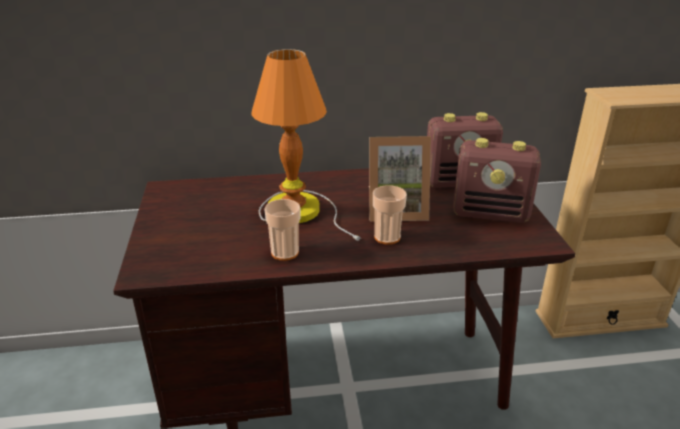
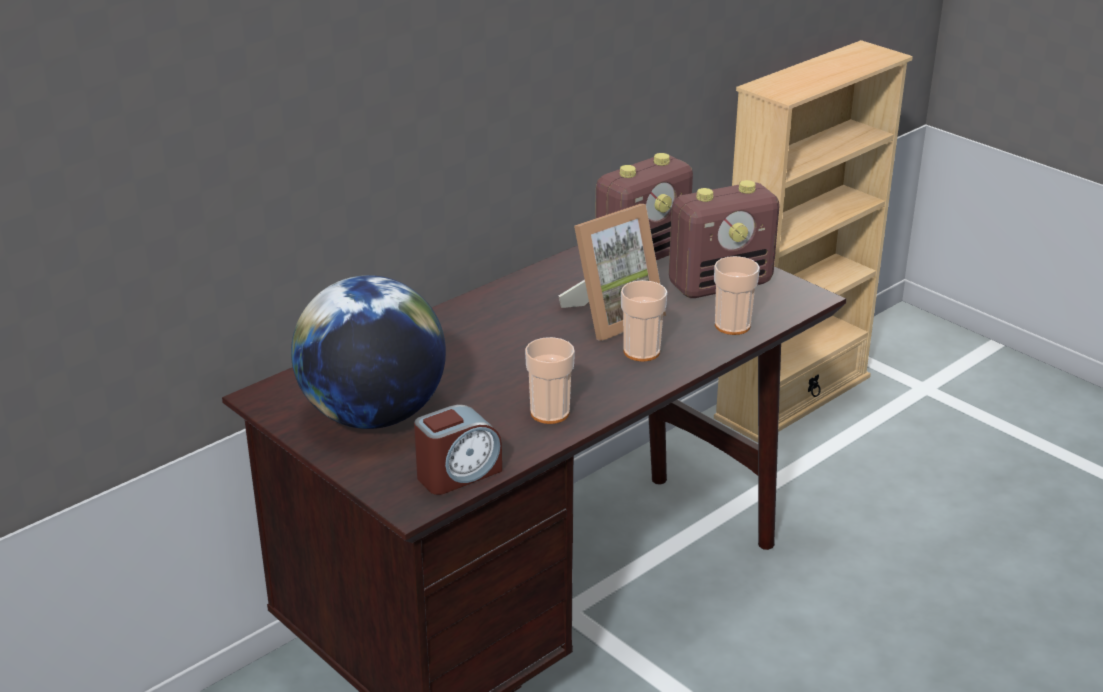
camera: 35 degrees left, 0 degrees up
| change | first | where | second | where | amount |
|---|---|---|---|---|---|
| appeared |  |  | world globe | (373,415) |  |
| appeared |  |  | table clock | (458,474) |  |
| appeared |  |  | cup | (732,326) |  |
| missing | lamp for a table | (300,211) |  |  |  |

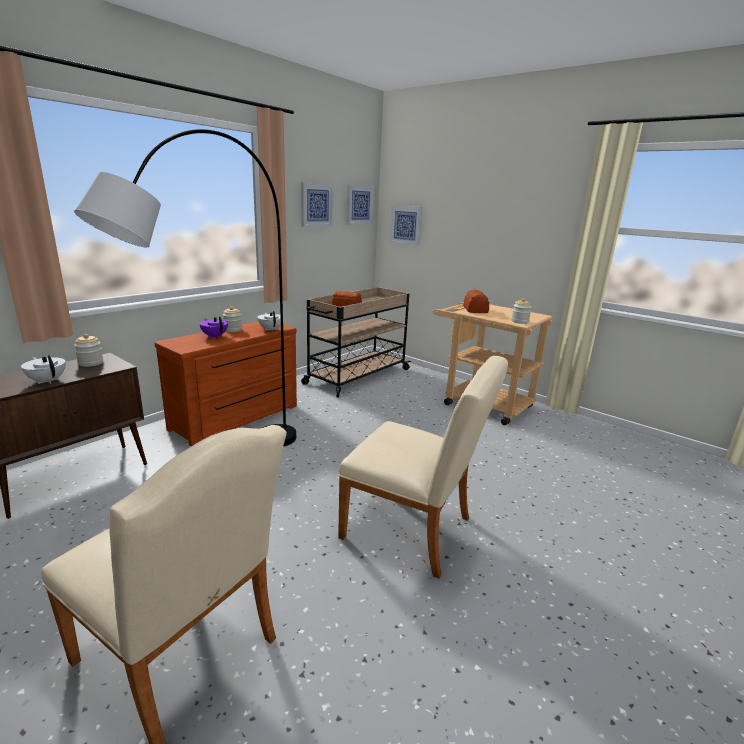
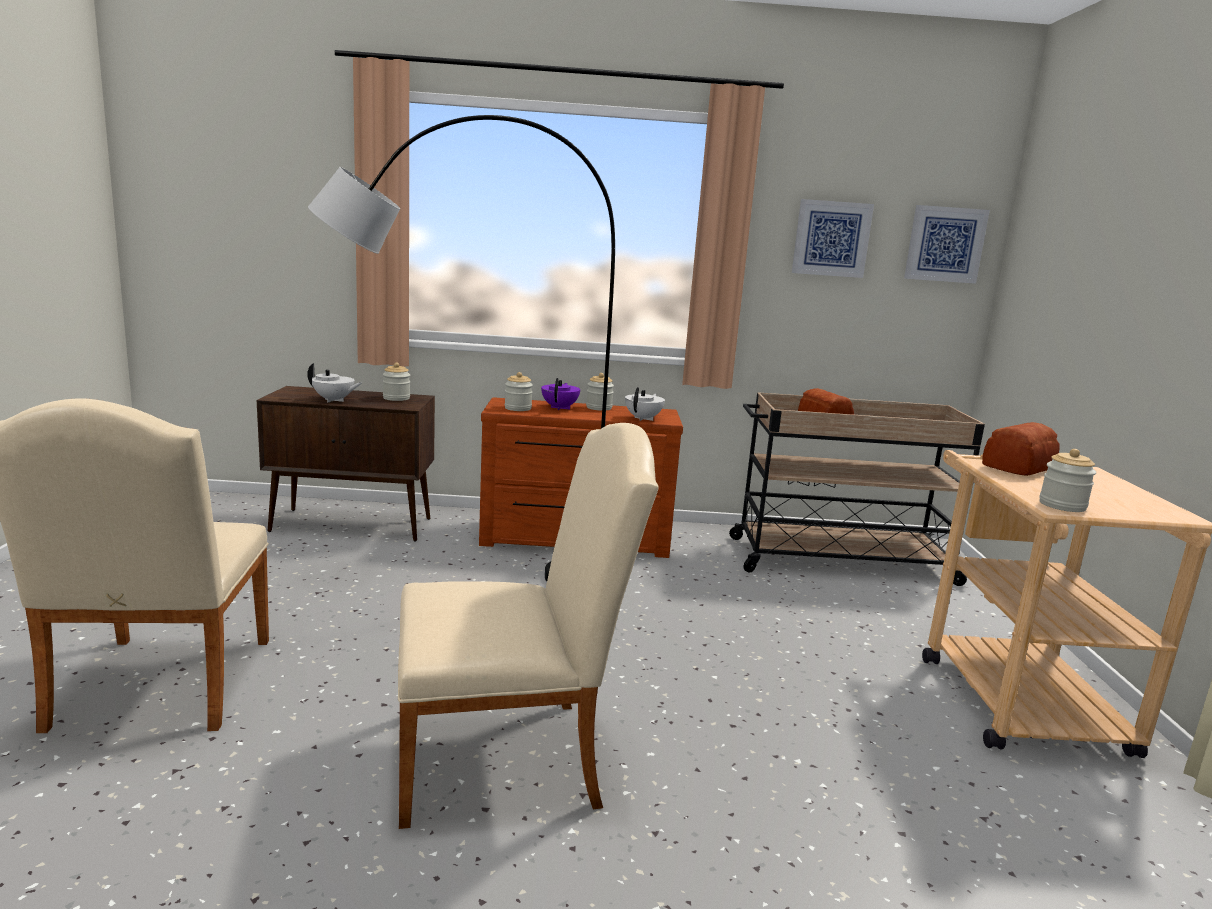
camera: 50 degrees right, 5 degrees down
| change | first | where | second | where | amount |
|---|---|---|---|---|---|
| spun | white tea pot | (47,381) |  | (334,400) | 105 degrees clockwise |
| spun | beige-coloured upright chair | (415,531) |  | (512,757) | 90 degrees counterclockwise |
| appeared |  |  | storage jar | (518,408) |  |
| missing | picture | (406,225) |  |  |  |

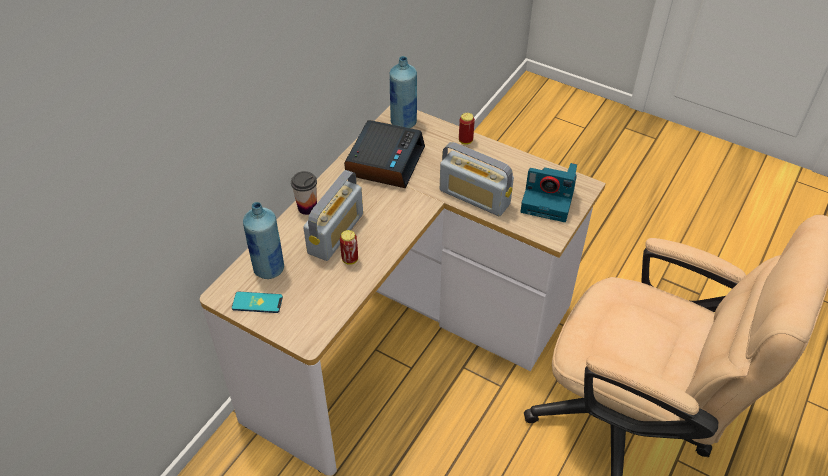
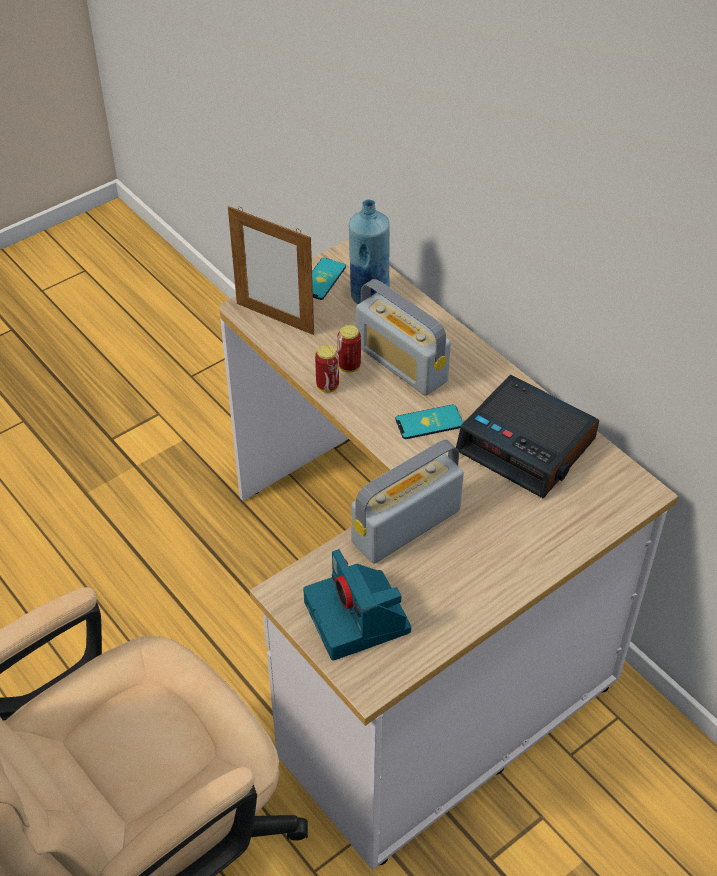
camera: 110 degrees right, 0 degrees up
| change | first | where | second | where | amount |
|---|---|---|---|---|---|
| appeared |  |  | standing frame | (275,318) |  |
| spun | still camera | (549,200) |  | (359,618) | 60 degrees counterclockwise |
| relocated | sealed can | (465,141) |  | (327,386) |  |
| appeared |  |  | telephone | (429,422) |  |
| missing | cup | (307,207) |  |  |  |
| missing | bluish beverage bottle | (403,122) |  |  |  |

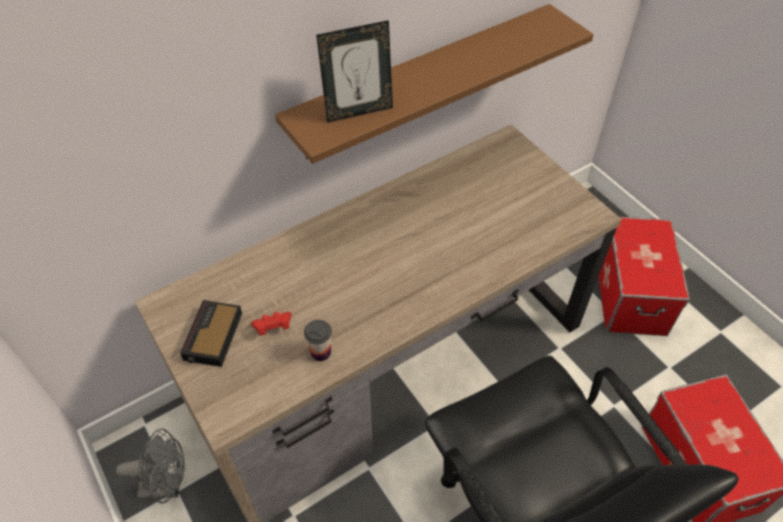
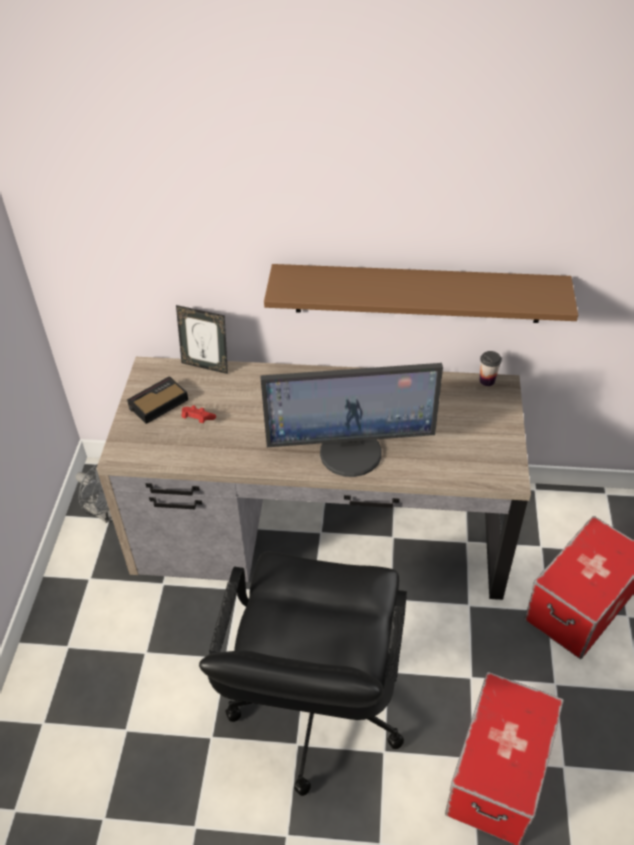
camera: 40 degrees right, 5 degrees down
| change | first | where | second | where | amount |
|---|---|---|---|---|---|
| relocated | standing frame | (358,111) |  | (206,365) |  |
| appeared |  |  | computer screen | (351,451) |  |
| relocated | cup | (320,352) |  | (487,380) |  |

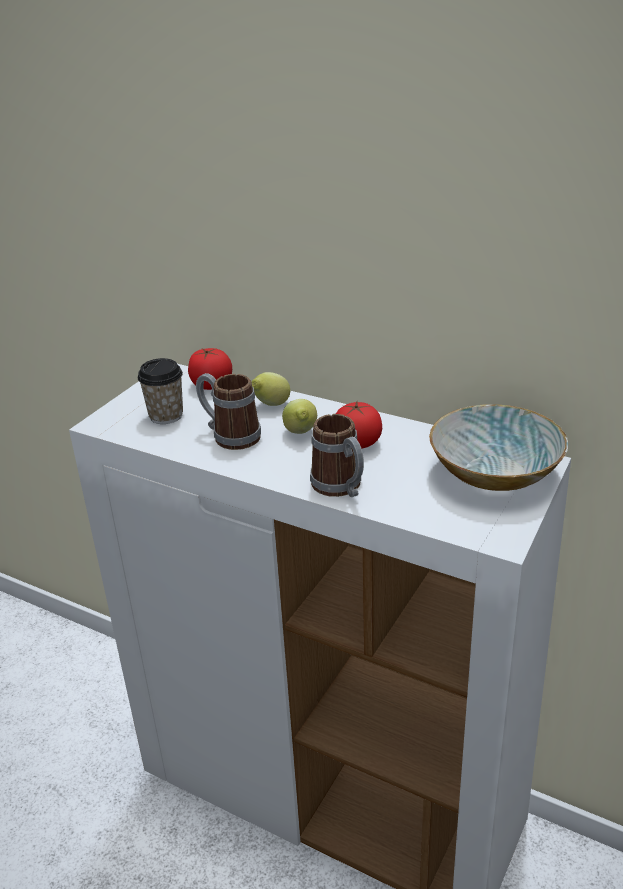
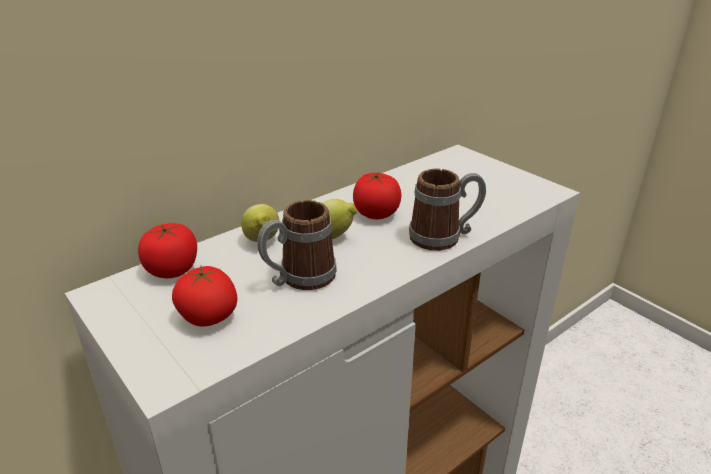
camera: 70 degrees left, 0 degrees up
| change | first | where | second | where | amount |
|---|---|---|---|---|---|
| exchanged | cup | (166,416) | tomato | (209,317) |  |
| missing | deep dish | (496,473) |  |  |  |

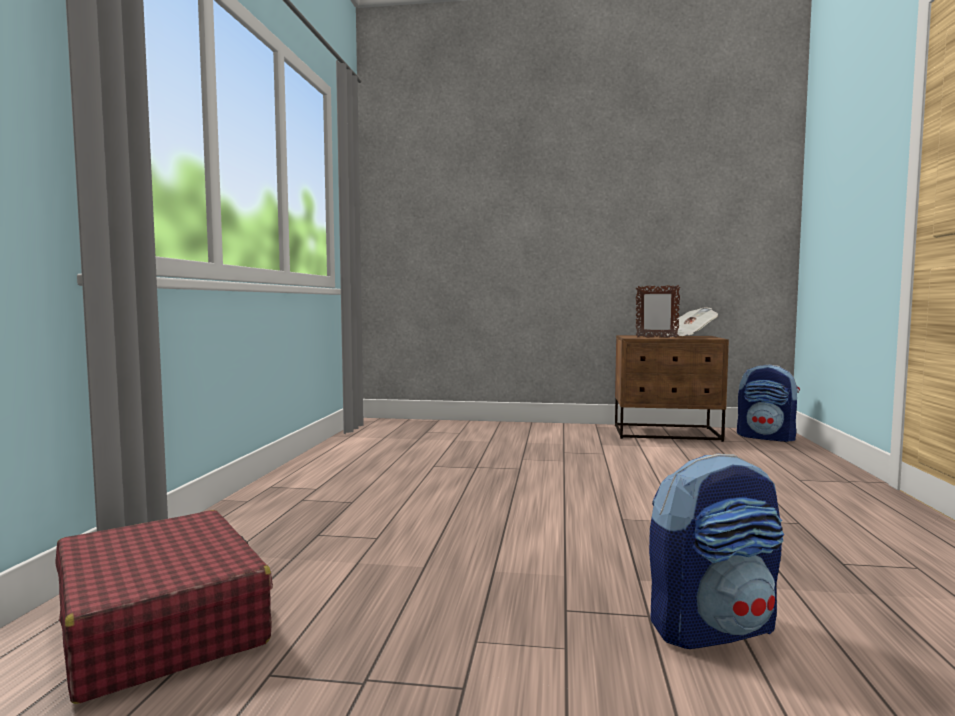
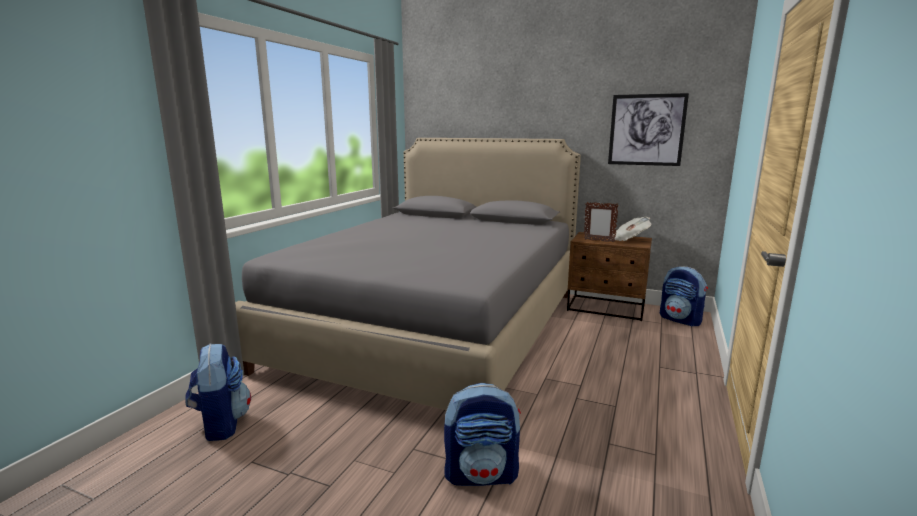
camera: 15 degrees right, 10 degrees up
| change | first | where | second | where | amount |
|---|---|---|---|---|---|
| exchanged | red-coloured piece of luggage | (161,624) | knapsack | (221,424) |  |
| appeared |  |  | gray bed | (435,328) |  |
| appeared |  |  | picture | (646,130) |  |

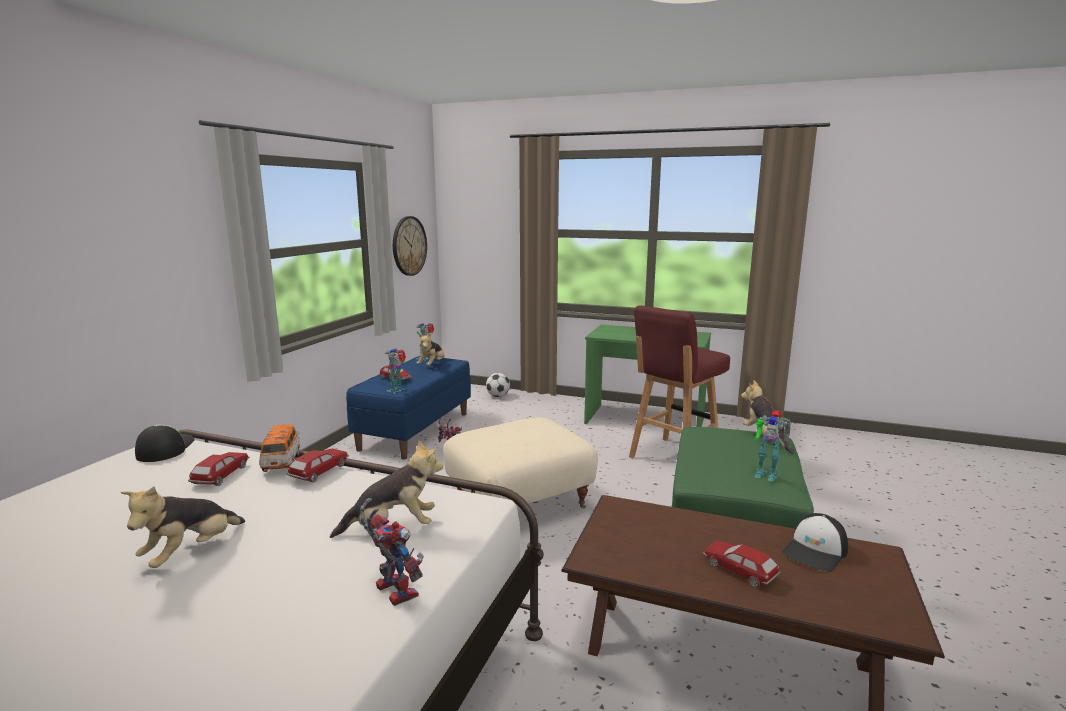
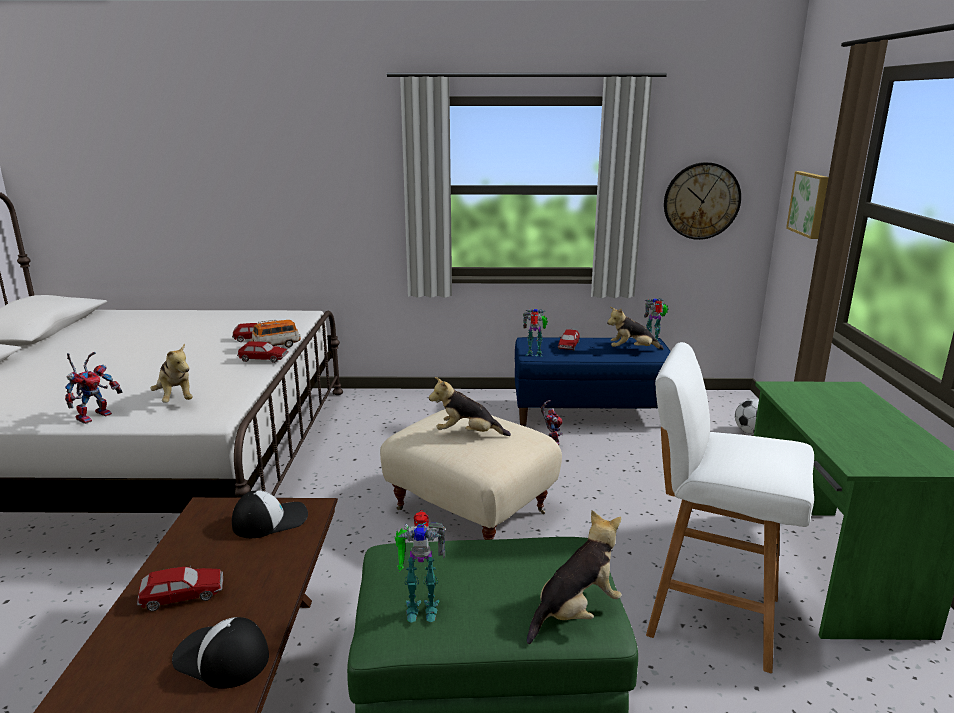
camera: 70 degrees right, 5 degrees up
| change | first | where | second | where | amount |
|---|---|---|---|---|---|
| spun | miniature car | (739,570) |  | (182,595) | 45 degrees clockwise |
| relocated | cap | (165,449) |  | (270,520) |  |
| spun | toy robot | (765,473) |  | (420,607) | 105 degrees counterclockwise |
| relocated | plush toy | (191,552) |  | (468,434) |  |
| colour | red-coloured sitting stool | (673,457) | white sitting stool | (709,614) |  |
| appeared |  |  | picture | (809,204) |  |

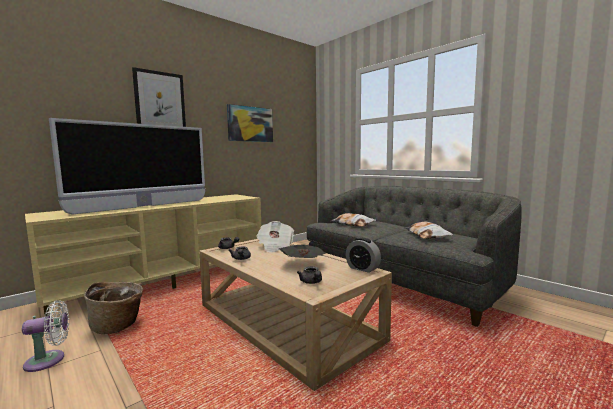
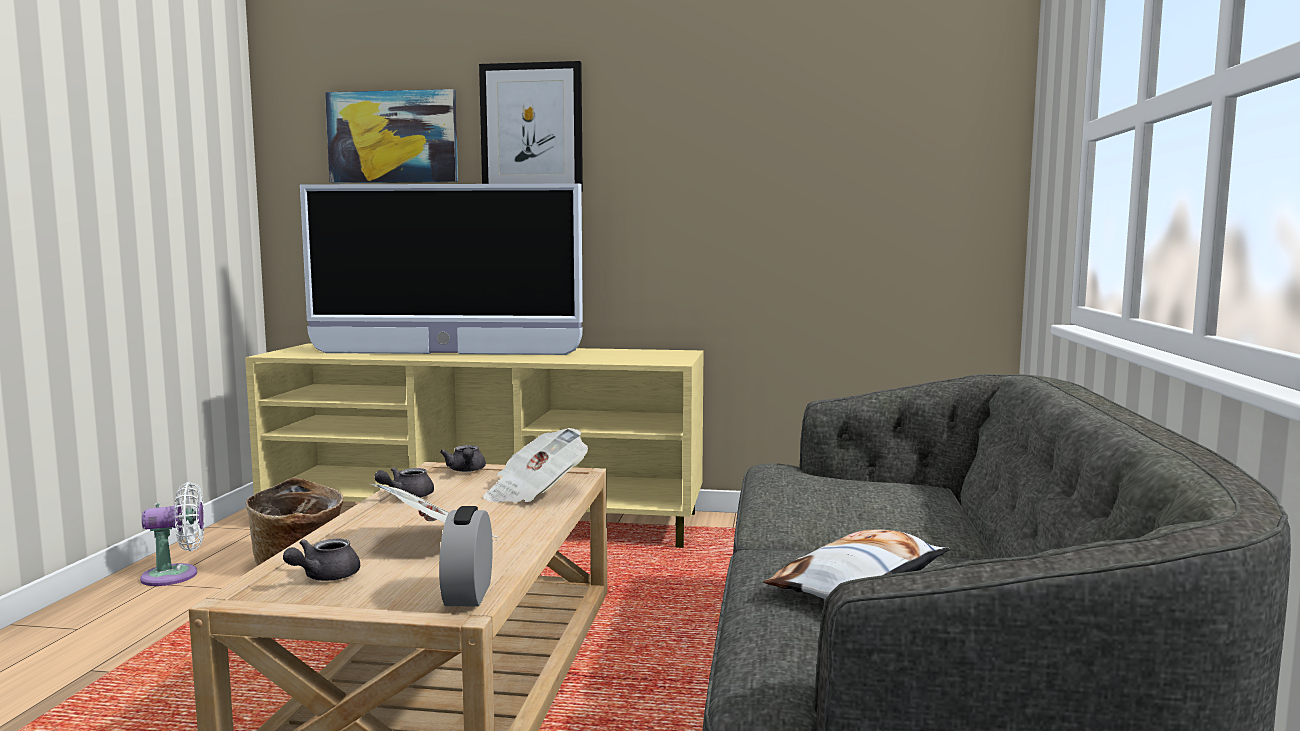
camera: 50 degrees right, 0 degrees up
| change | first | where | second | where | amount |
|---|---|---|---|---|---|
| spun | white electric fan | (49,360) |  | (176,575) | 45 degrees counterclockwise |
| relocated | picture | (250,124) |  | (393,137) |  |
| missing | cushion | (352,224) |  |  |  |

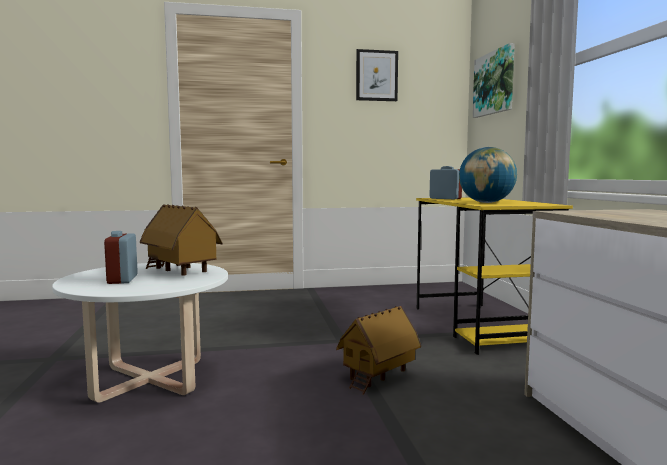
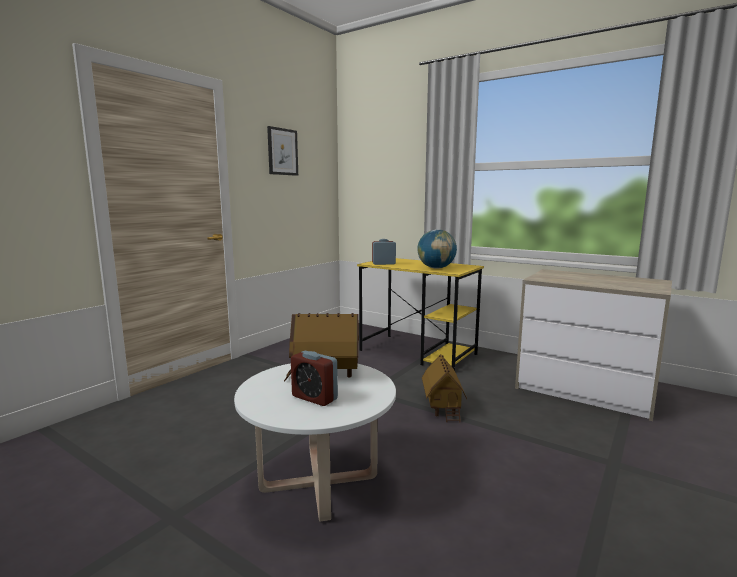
camera: 45 degrees left, 5 degrees up
| change | first | where | second | where | amount |
|---|---|---|---|---|---|
| missing | picture | (494,83) |  |  |  |

